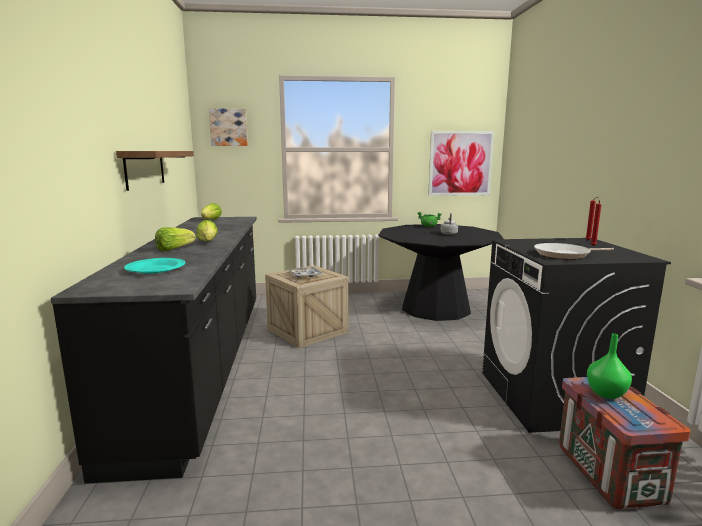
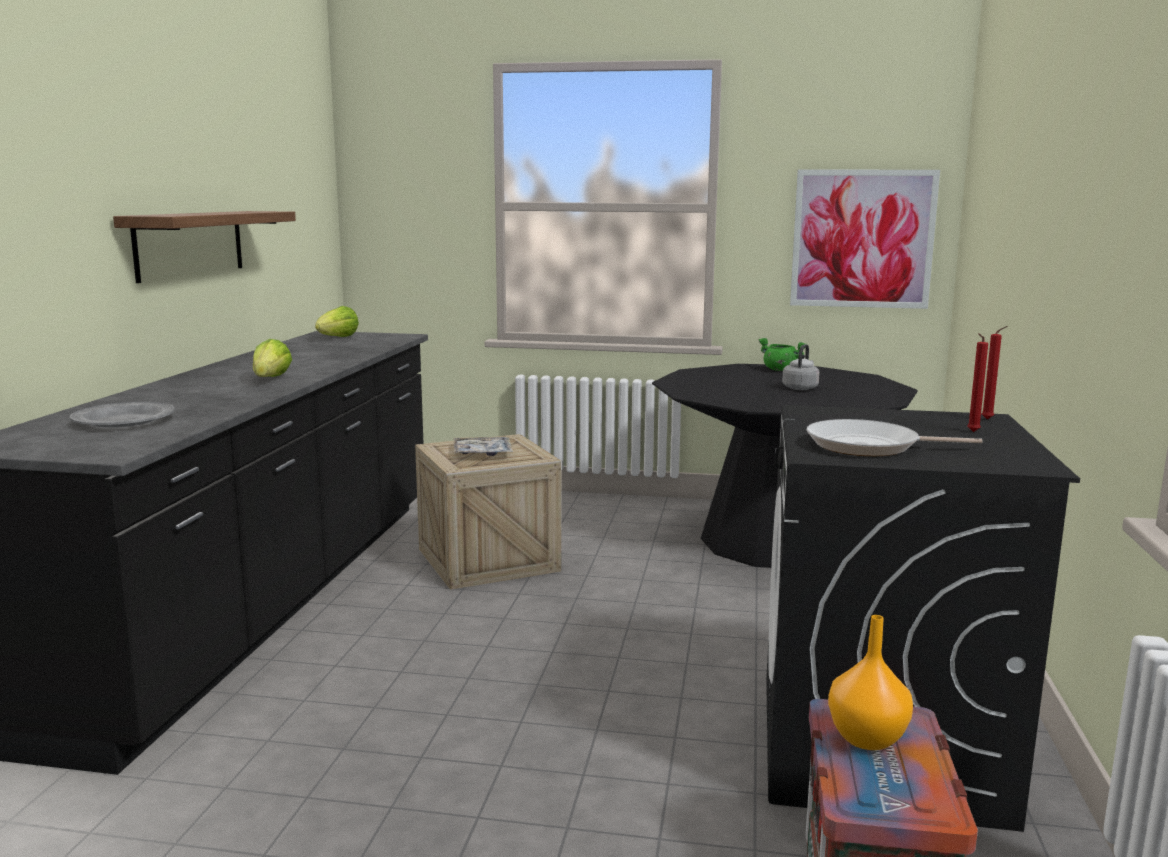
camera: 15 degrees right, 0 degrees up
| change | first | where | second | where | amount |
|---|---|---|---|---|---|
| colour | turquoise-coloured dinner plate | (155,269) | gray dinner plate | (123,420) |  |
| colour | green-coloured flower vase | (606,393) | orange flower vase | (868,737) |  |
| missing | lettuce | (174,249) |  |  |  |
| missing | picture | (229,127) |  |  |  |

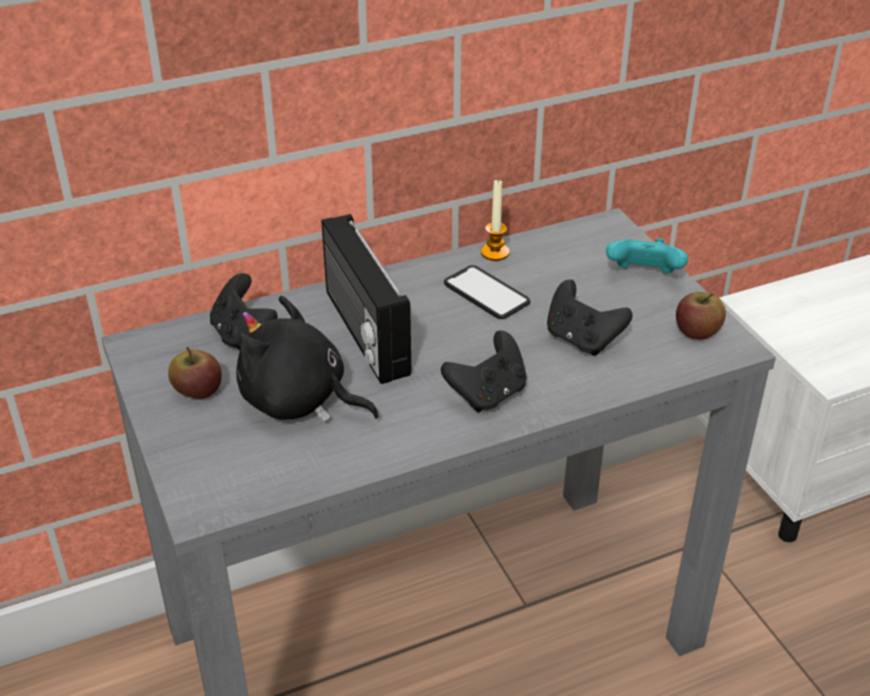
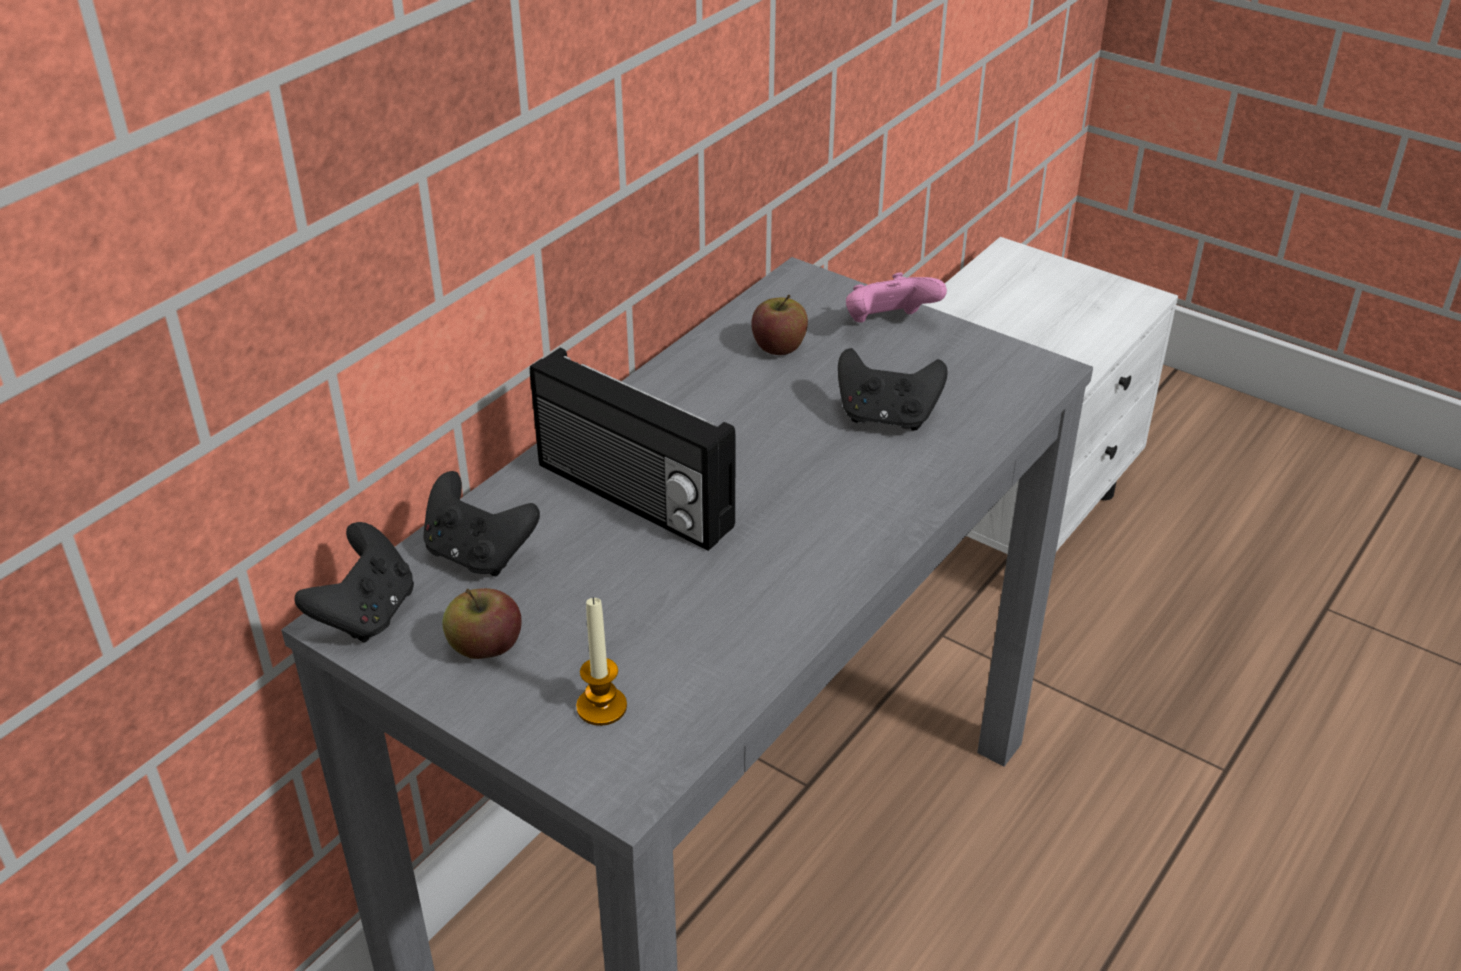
camera: 30 degrees left, 0 degrees up
| change | first | where | second | where | amount |
|---|---|---|---|---|---|
| relocated | black game controller | (488,394) |  | (366,614) |  |
| relocated | wax candle | (495,252) |  | (601,707) |  |
| relocated | whole apple | (697,331) |  | (779,346) |  |
| colour | turquoise-coloured game controller | (643,276) | pink-coloured game controller | (888,325) |  |
| missing | black plush toy | (299,401) |  |  |  |
| missing | telephone | (486,293) |  |  |  |

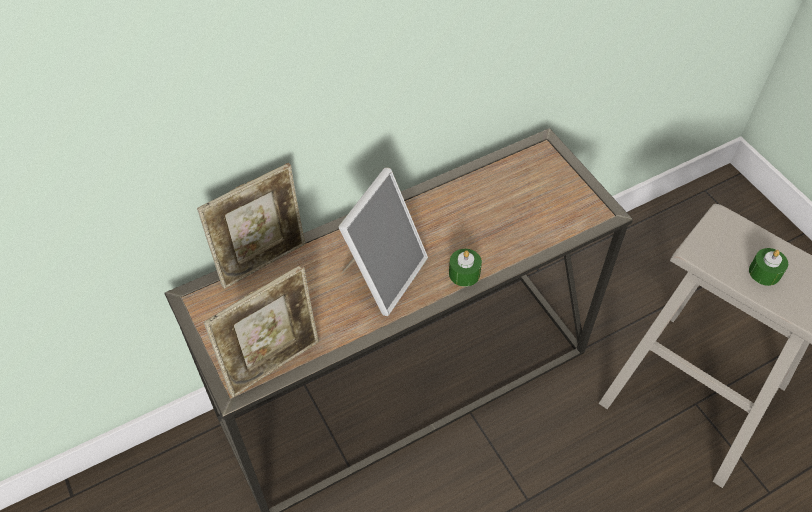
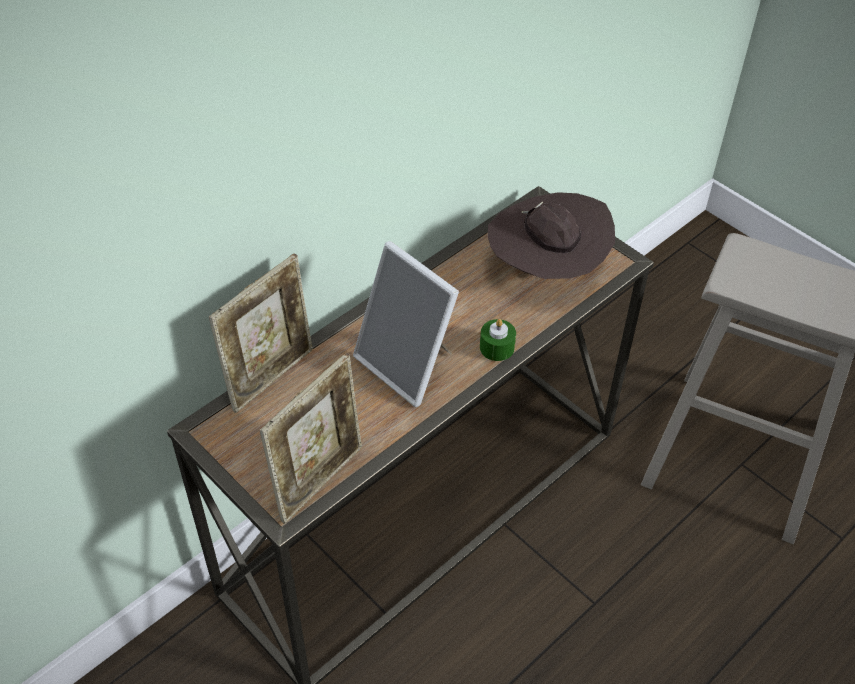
camera: 15 degrees left, 5 degrees down
| change | first | where | second | where | amount |
|---|---|---|---|---|---|
| spun | standing frame | (382,274) |  | (409,365) | 120 degrees clockwise |
| appeared |  |  | brownish hat | (546,270) |  |
| missing | green-coloured wax candle | (764,272) |  |  |  |

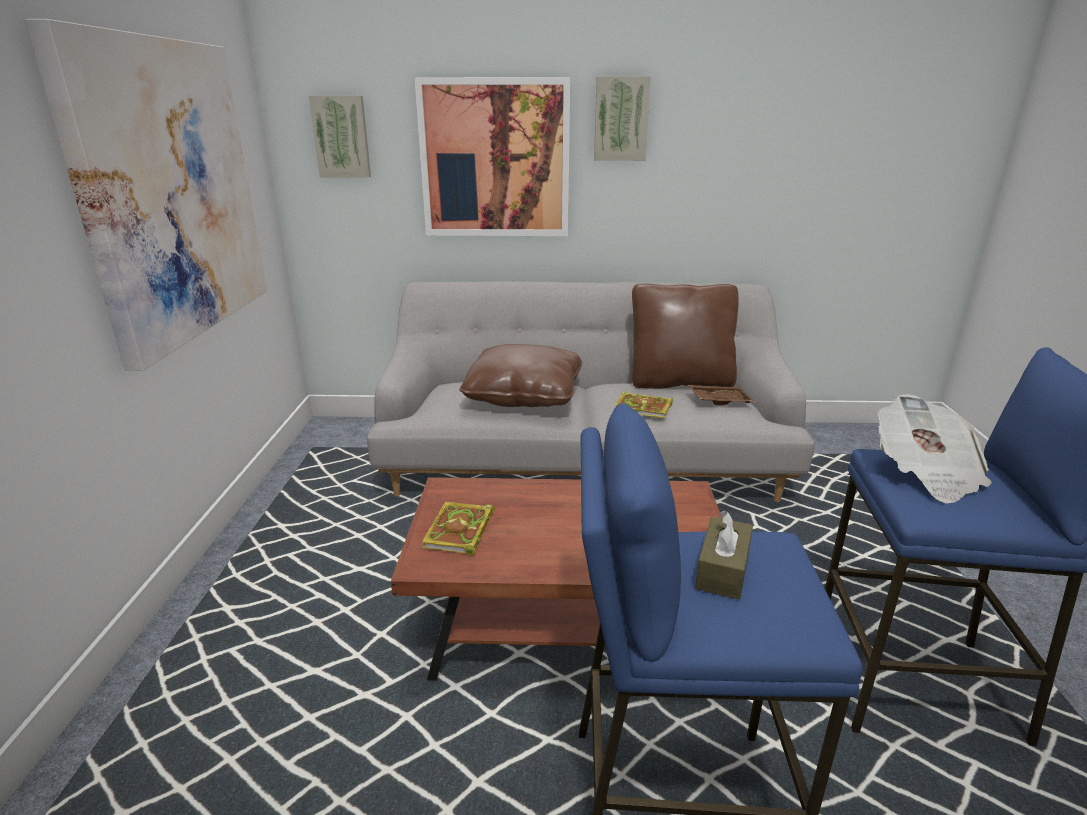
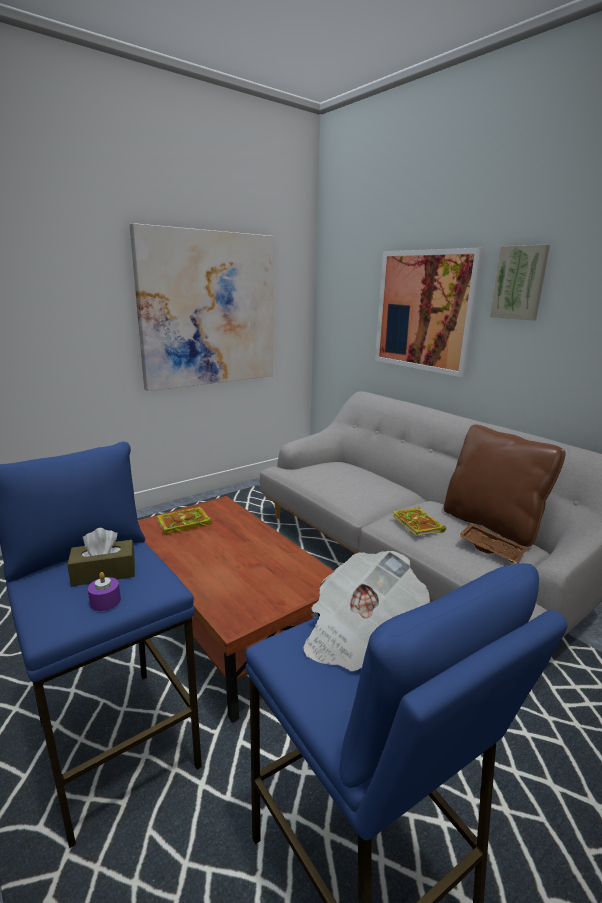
camera: 50 degrees right, 5 degrees down
| change | first | where | second | where | amount |
|---|---|---|---|---|---|
| appeared |  |  | purple wax candle | (105,601) |  |
| missing | picture | (341,137) |  |  |  |
| missing | brownish cushion | (524,395) |  |  |  |

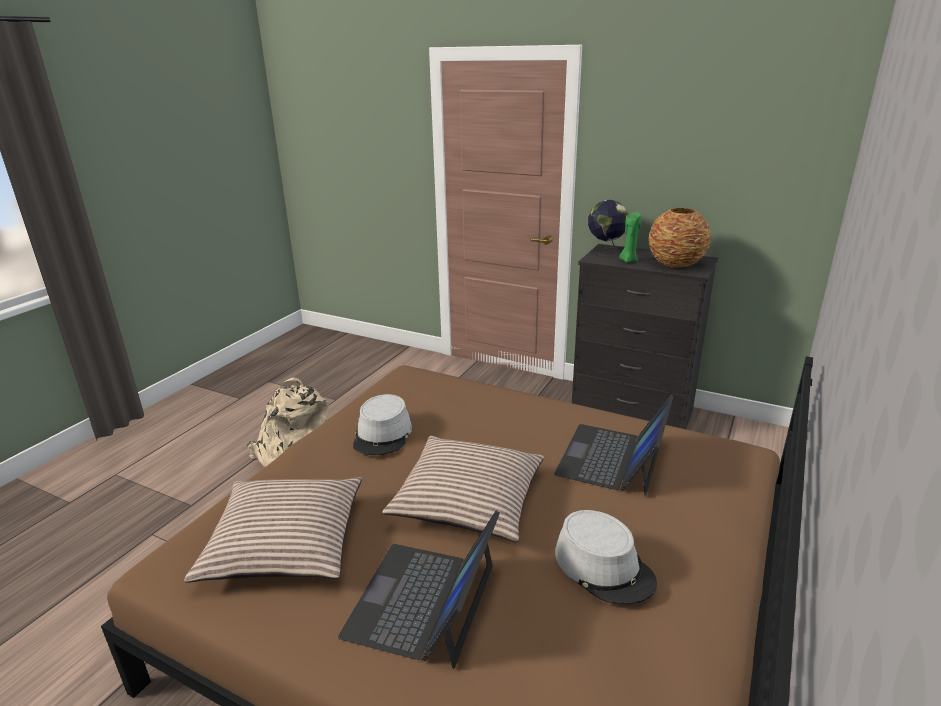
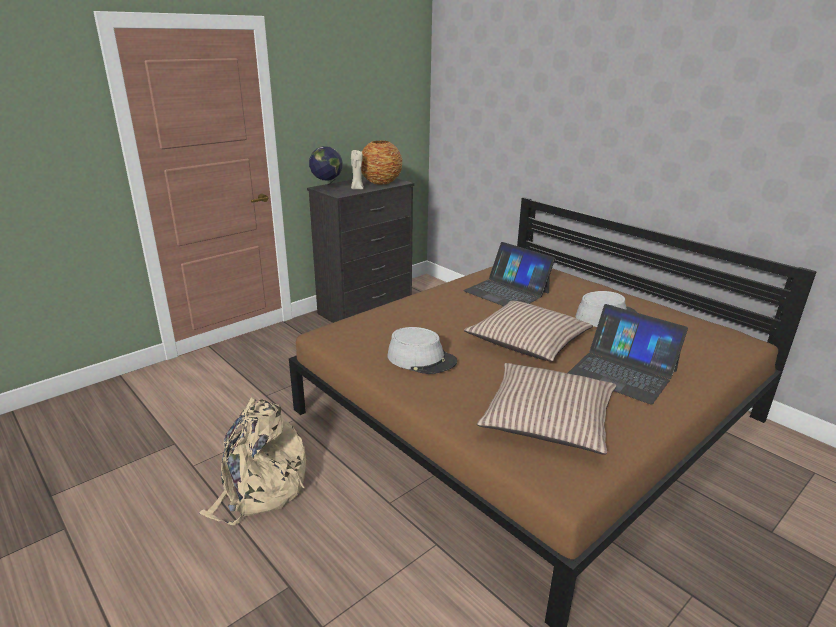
camera: 70 degrees left, 0 degrees up
| change | first | where | second | where | amount |
|---|---|---|---|---|---|
| colour | green-coloured wax candle | (628,260) | beige-coloured wax candle | (357,189) |  |

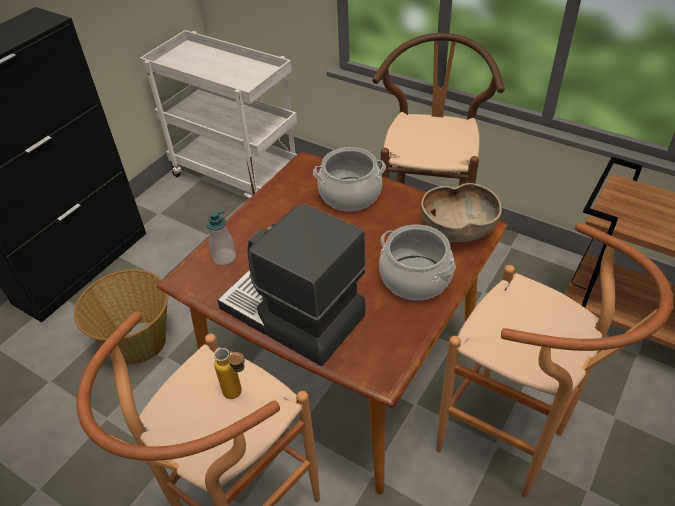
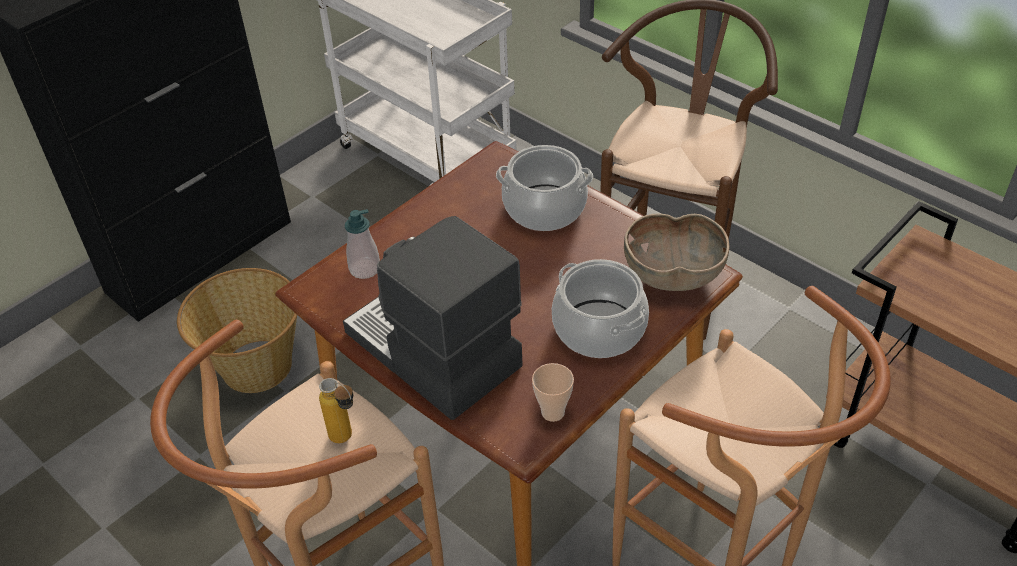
camera: 10 degrees right, 0 degrees up
| change | first | where | second | where | amount |
|---|---|---|---|---|---|
| appeared |  |  | cup | (553,412) |  |

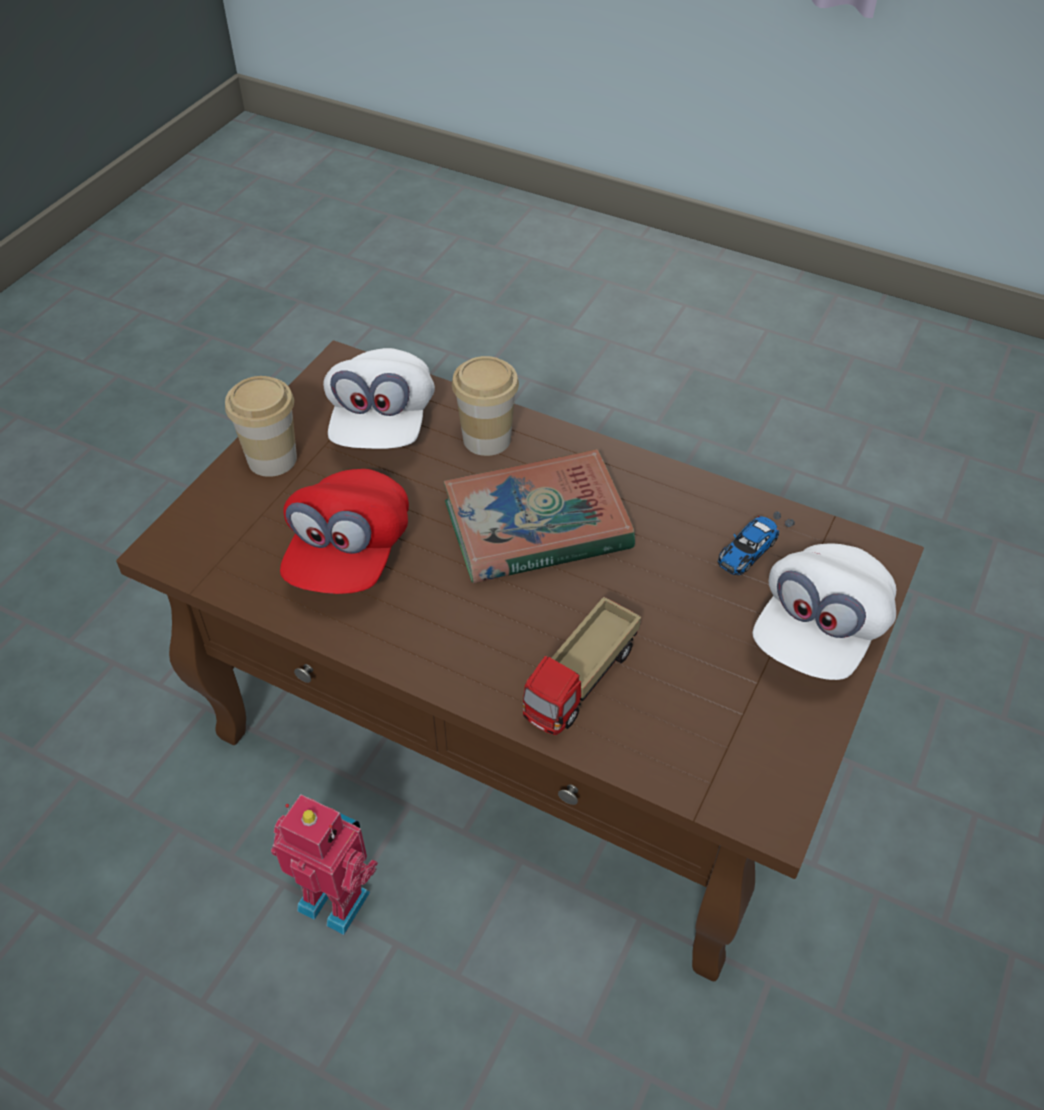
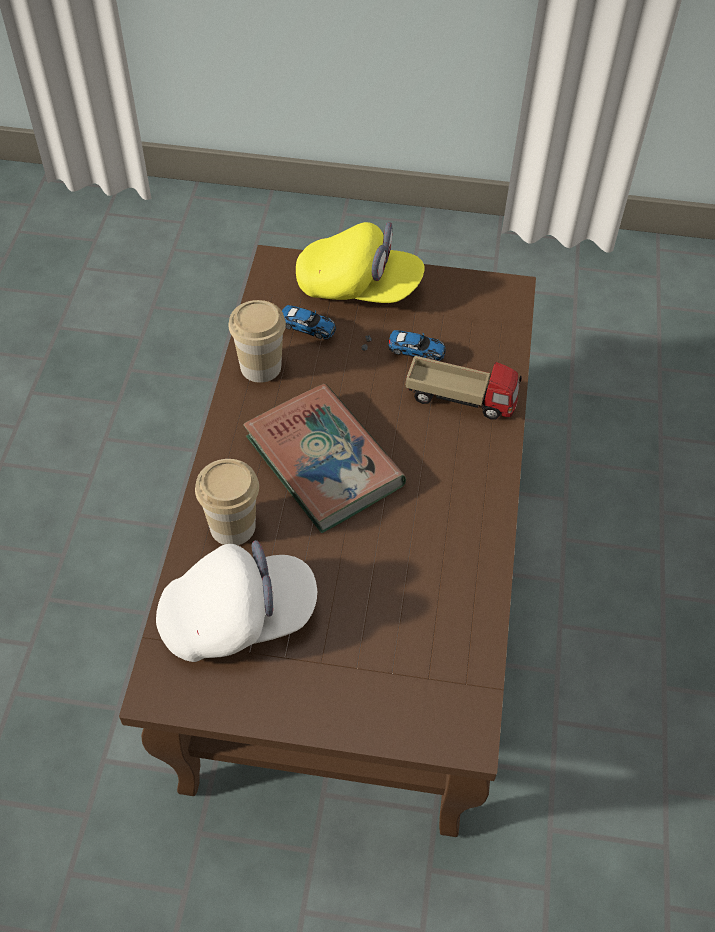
camera: 110 degrees left, 5 degrees up
| change | first | where | second | where | amount |
|---|---|---|---|---|---|
| relocated | cup | (272,459) |  | (260,366) |  |
| colour | white cap | (818,631) | yellowish cap | (358,287) |  |
| appeared |  |  | miniature car | (403,353) |  |
| missing | toy robot | (336,897) |  |  |  |
| missing | red-coloured cap | (349,554) |  |  |  |

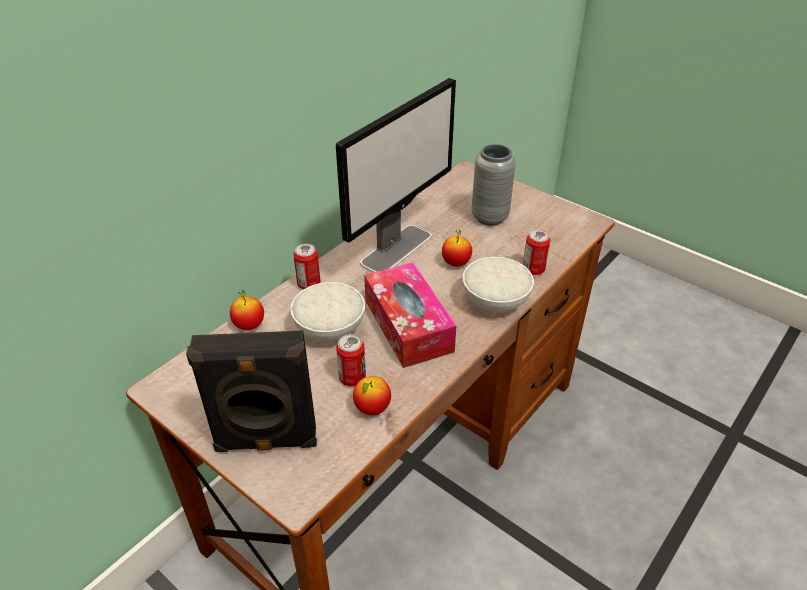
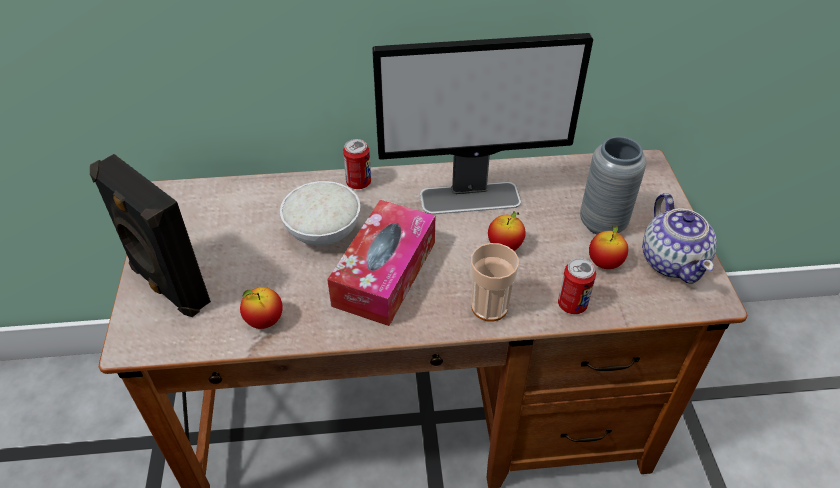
camera: 45 degrees right, 5 degrees up
| change | first | where | second | where | amount |
|---|---|---|---|---|---|
| exchanged | white deep dish | (494,301) | cup | (489,307) |  |
| relocated | whole apple | (249,325) |  | (604,263) |  |
| appeared |  |  | tea pot | (672,261) |  |
| missing | sealed can | (352,378) |  |  |  |

